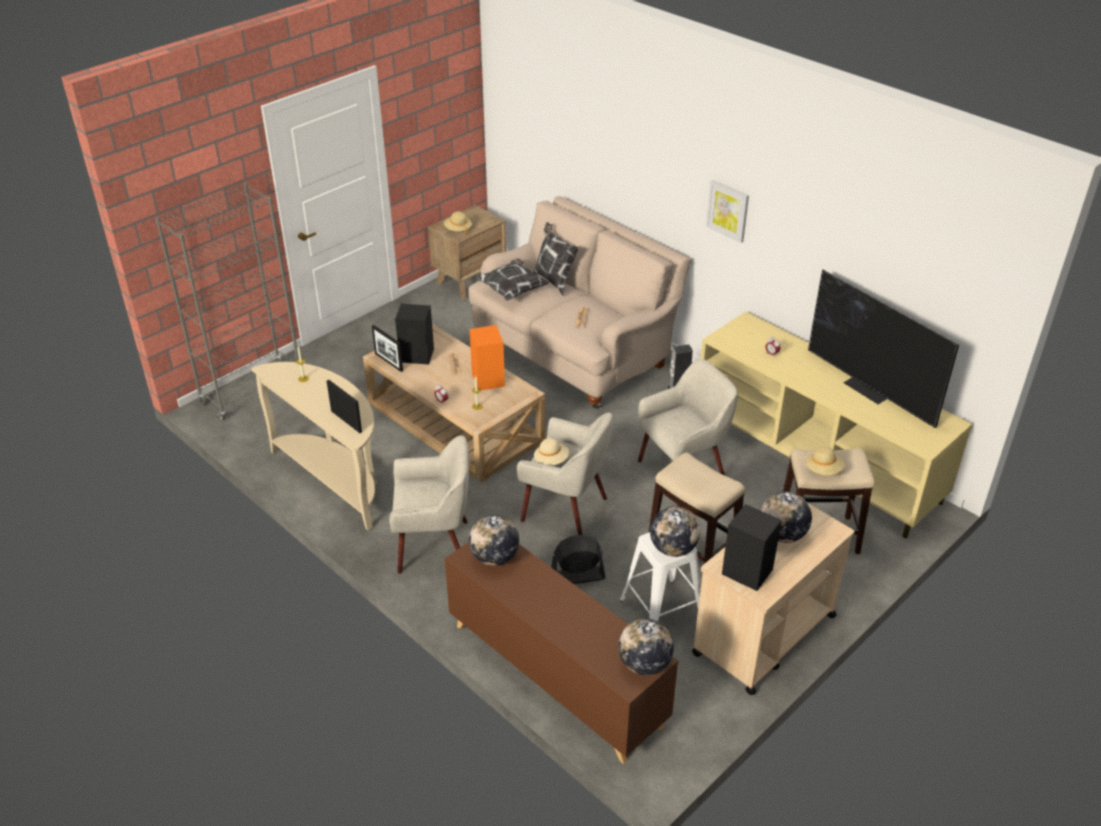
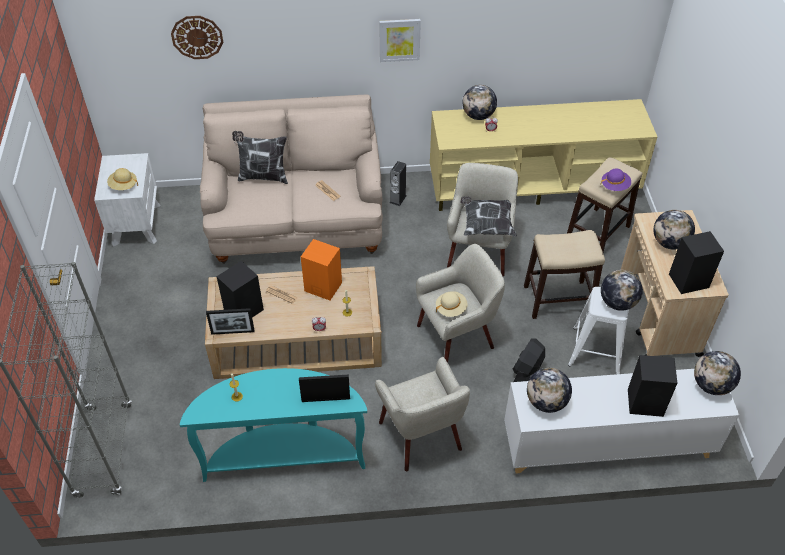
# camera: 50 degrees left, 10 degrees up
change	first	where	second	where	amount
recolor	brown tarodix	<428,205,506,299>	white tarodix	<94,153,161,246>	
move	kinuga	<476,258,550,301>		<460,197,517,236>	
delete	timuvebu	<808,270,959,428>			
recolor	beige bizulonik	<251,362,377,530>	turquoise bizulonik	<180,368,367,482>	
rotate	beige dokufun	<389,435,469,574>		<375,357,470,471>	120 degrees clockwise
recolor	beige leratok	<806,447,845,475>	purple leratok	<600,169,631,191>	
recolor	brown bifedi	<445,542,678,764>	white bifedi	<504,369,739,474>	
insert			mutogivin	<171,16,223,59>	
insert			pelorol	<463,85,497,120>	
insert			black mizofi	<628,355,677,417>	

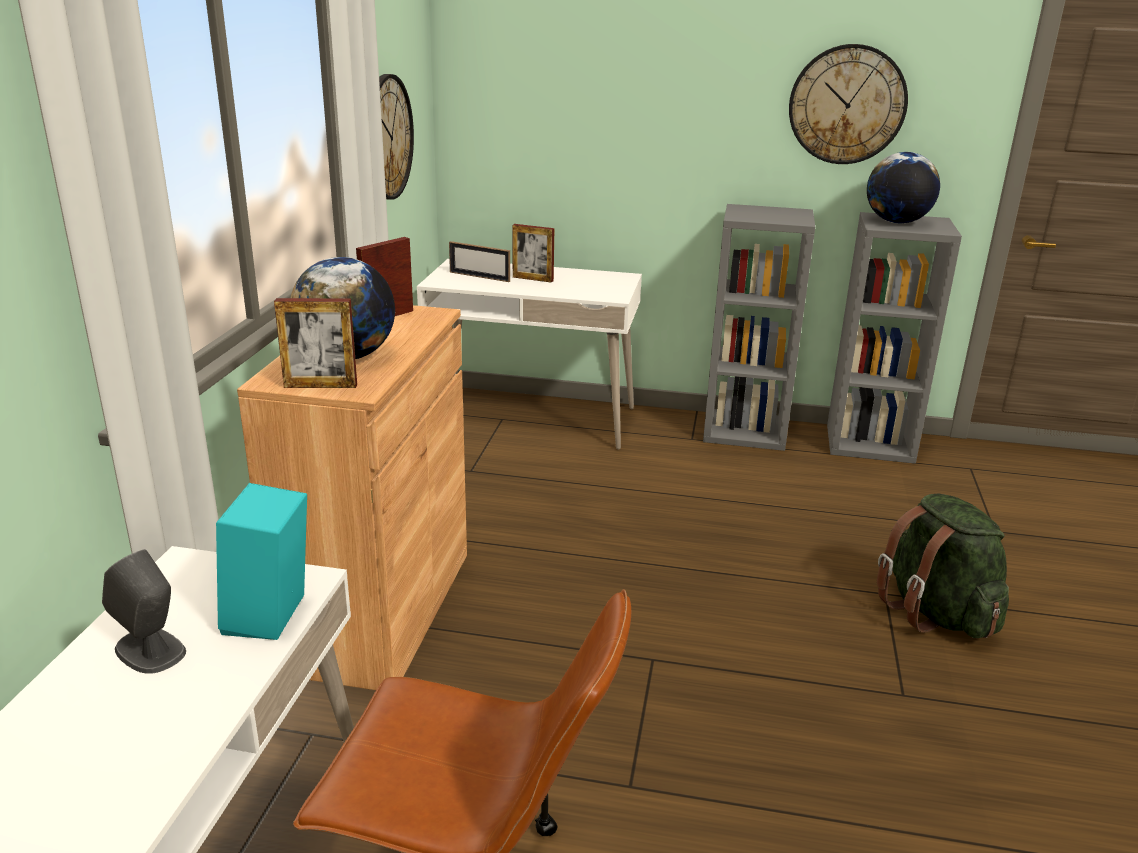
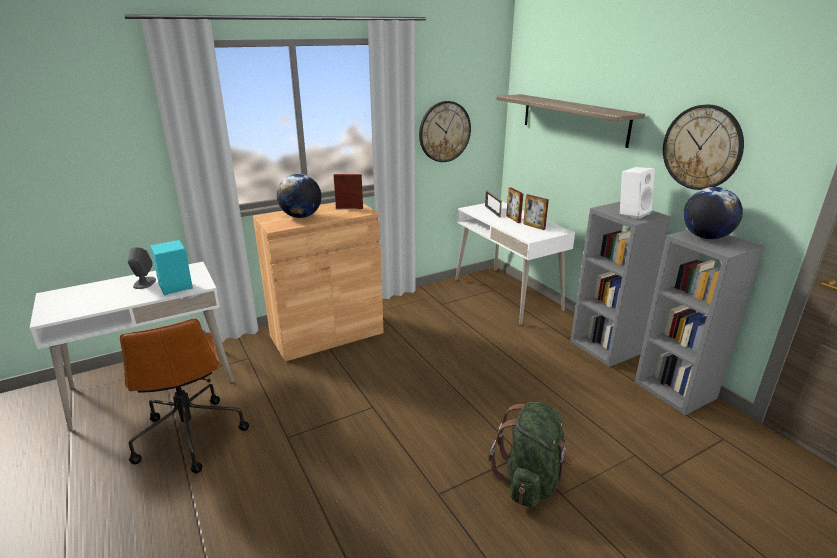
# camera: 50 degrees right, 0 degrees up
change	first	where	second	where	amount
move	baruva	<274,298,357,388>		<523,194,549,230>	
insert			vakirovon	<496,94,645,148>	
insert			white mizofi	<620,167,655,219>	

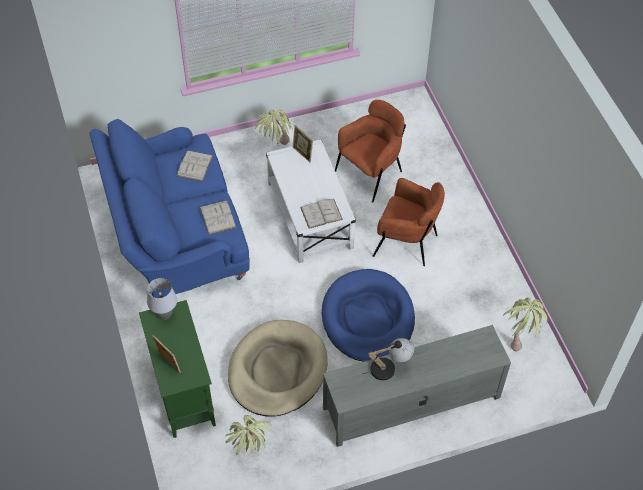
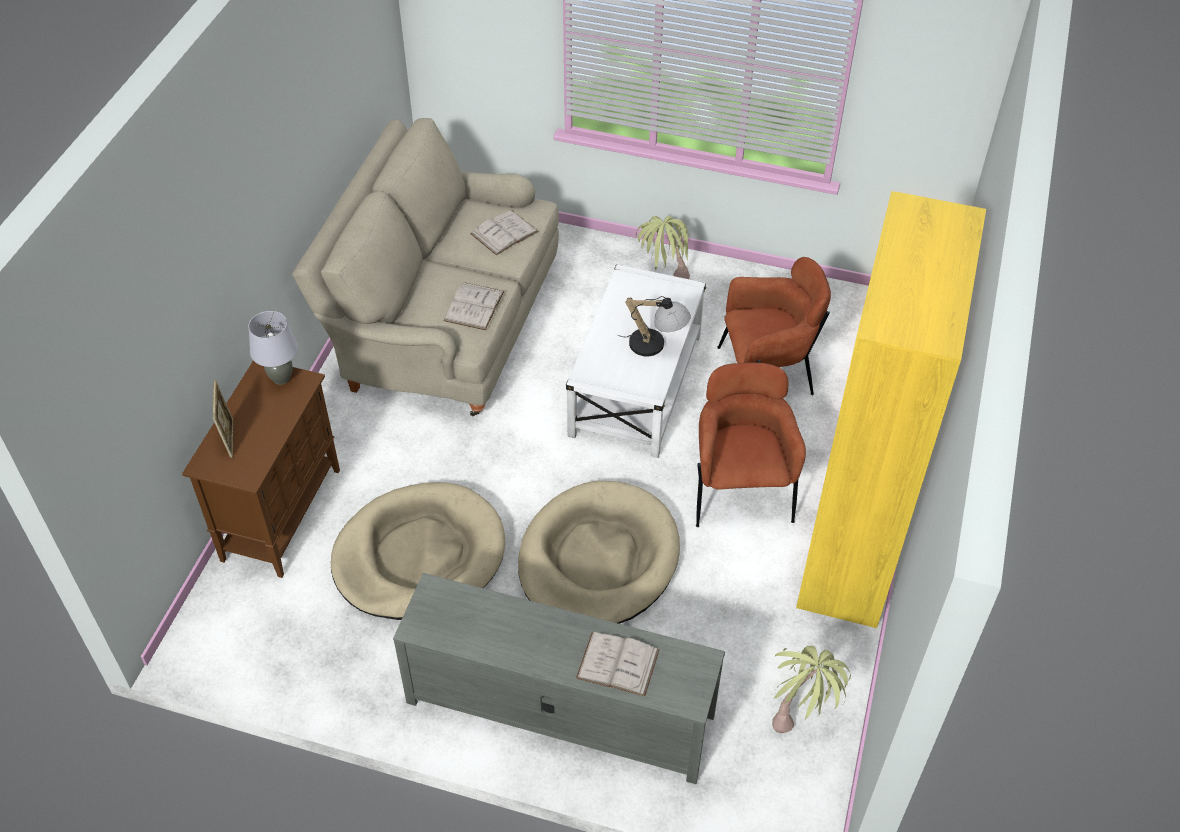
# camera: 35 degrees right, 5 degrees down
change	first	where	second	where	amount
recolor	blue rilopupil	<89,119,250,298>	beige rilopupil	<292,118,559,416>	
delete	baruva	<293,125,313,163>			
rotate	brown dokufun	<373,178,445,266>		<696,363,806,527>	150 degrees counterclockwise
move	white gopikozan	<300,199,343,229>		<576,632,660,697>	
recolor	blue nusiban	<322,269,415,362>	beige nusiban	<518,481,680,624>	
recolor	green bifedi	<139,300,216,438>	brown bifedi	<182,361,340,578>	
move	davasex	<363,338,414,381>		<617,296,691,356>	
delete	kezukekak	<226,415,271,455>			
insert			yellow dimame	<796,191,986,628>	

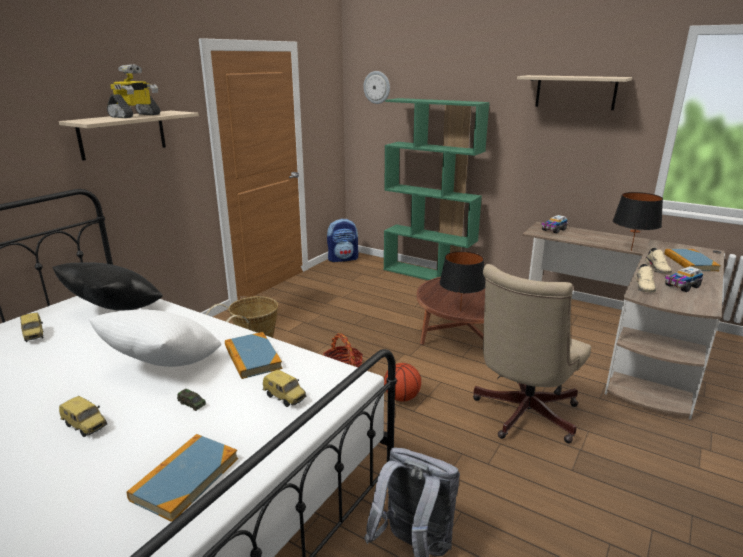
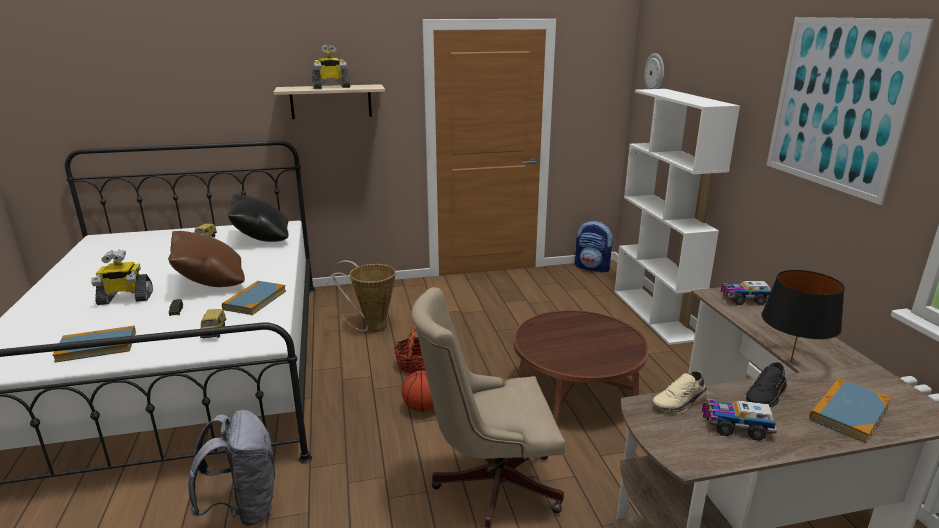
# camera: 45 degrees right, 0 degrees up
change	first	where	second	where	amount
replace	vakirovon	<517,75,632,110>	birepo	<767,17,934,205>	
recolor	green dimame	<384,98,490,280>	white dimame	<615,89,740,345>	
recolor	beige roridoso	<645,248,672,273>	black roridoso	<746,362,787,407>	
delete	black davasex	<439,251,485,311>			
recolor	white kinuga	<88,309,221,367>	brown kinuga	<168,231,245,287>	
replace	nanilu	<59,396,107,437>	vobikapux	<91,249,153,305>	

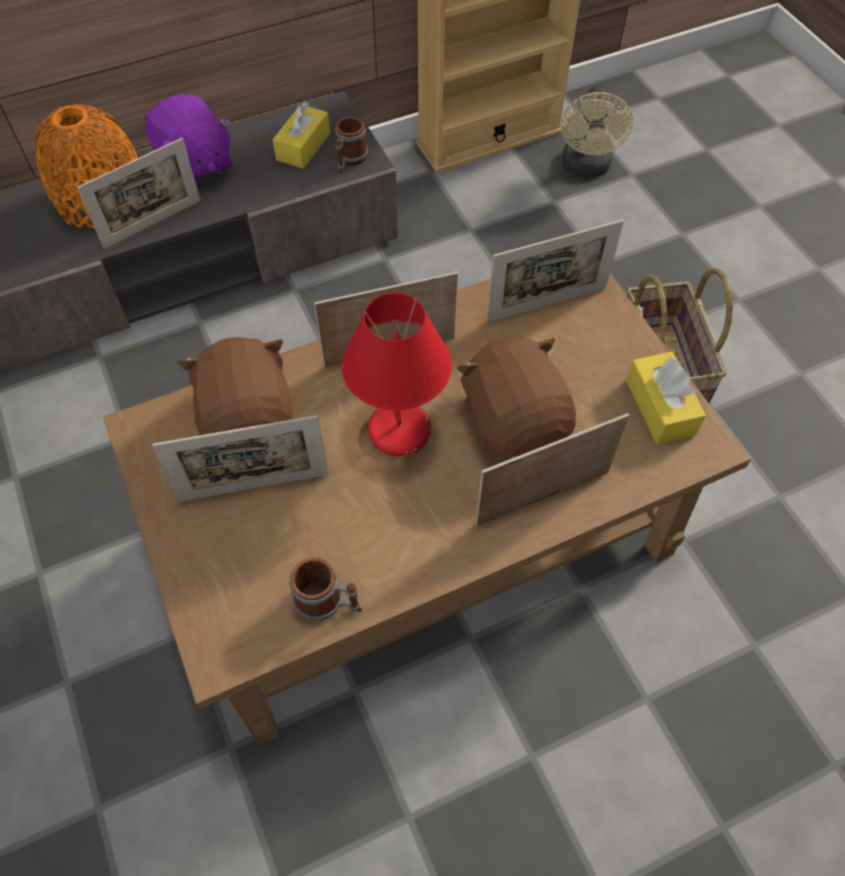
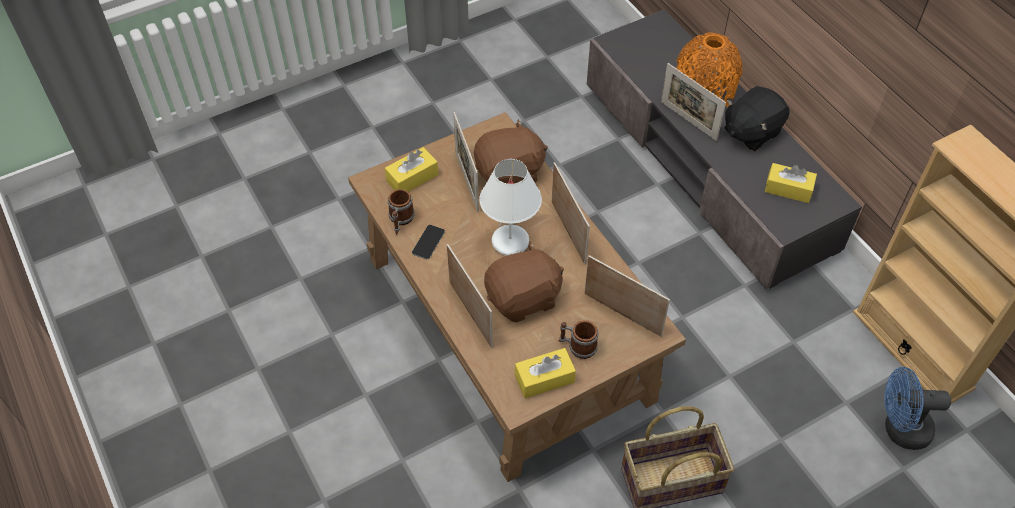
# camera: 85 degrees right, 5 degrees down
change	first	where	second	where	amount
recolor	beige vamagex	<561,86,633,177>	blue vamagex	<884,367,951,450>	
recolor	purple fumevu	<145,95,233,183>	black fumevu	<725,86,790,151>	
move	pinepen	<335,117,368,174>		<559,320,599,359>	
rotate	baruva	<487,220,624,322>		<584,255,670,337>	150 degrees clockwise
recolor	red davasex	<341,293,452,456>	white davasex	<479,159,542,256>	
insert			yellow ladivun	<385,147,439,192>	
insert			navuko	<412,225,445,259>	

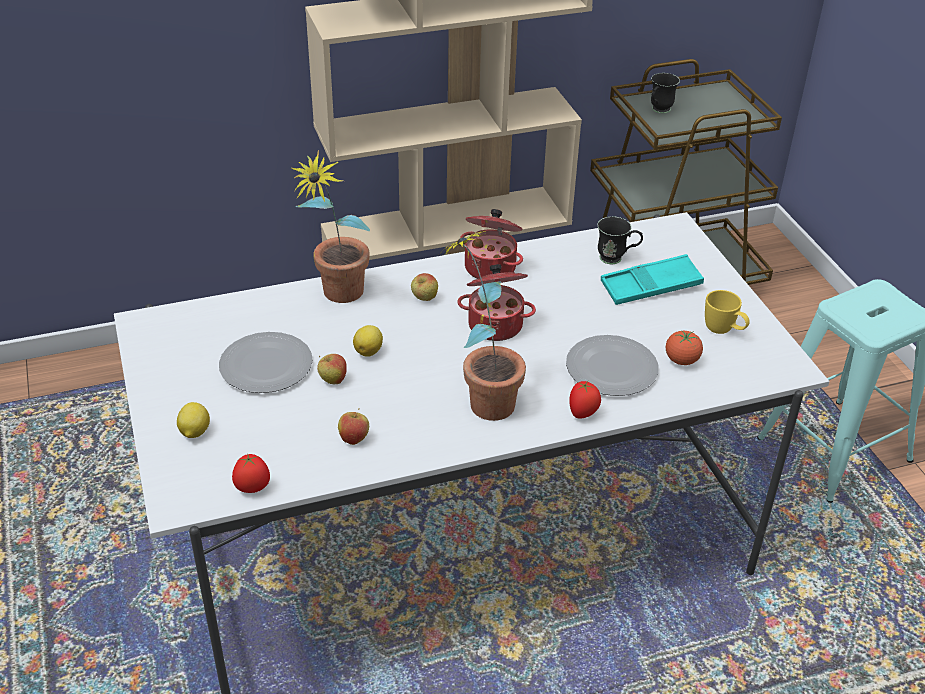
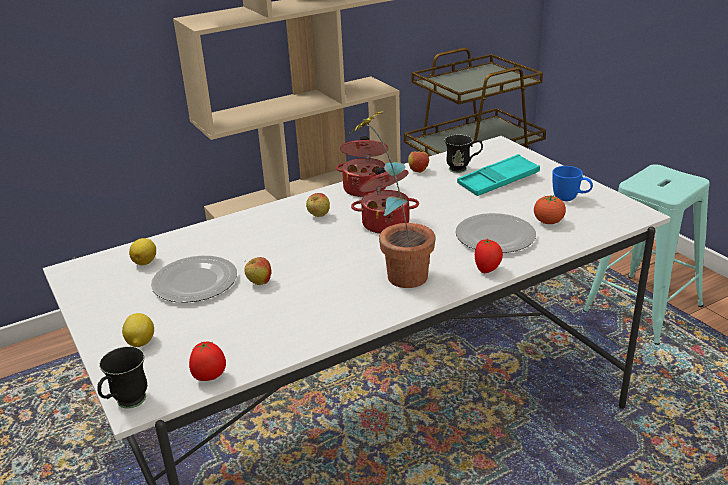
# camera: 10 degrees left, 10 degrees down
change	first	where	second	where	amount
move	black pinepen	<651,73,680,114>		<97,346,147,408>	
delete	kezukekak	<291,150,370,303>			
recolor	yellow pinepen	<705,290,750,334>	blue pinepen	<552,166,593,201>	
move	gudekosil	<353,325,383,357>		<129,238,156,265>	
move	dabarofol	<338,408,369,445>		<408,148,429,173>	

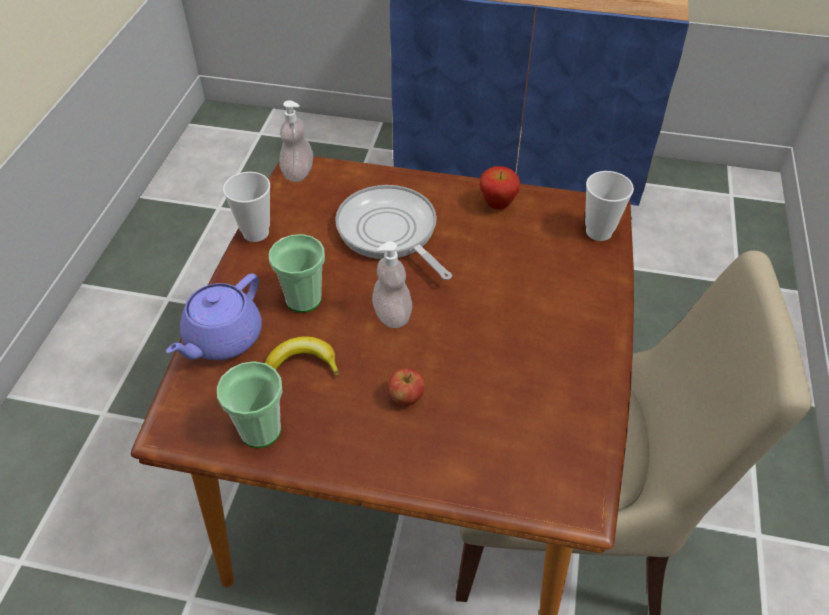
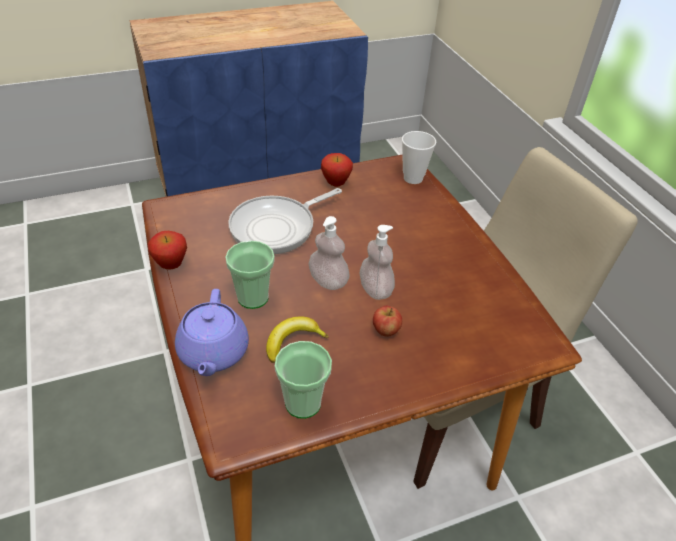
# camera: 35 degrees left, 5 degrees down
change	first	where	second	where	amount
move	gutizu	<279,100,313,182>		<360,225,395,300>	
replace	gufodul	<223,172,270,242>	dabarofol	<148,231,187,270>	
rotate	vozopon	<335,185,452,280>		<228,188,342,254>	60 degrees counterclockwise

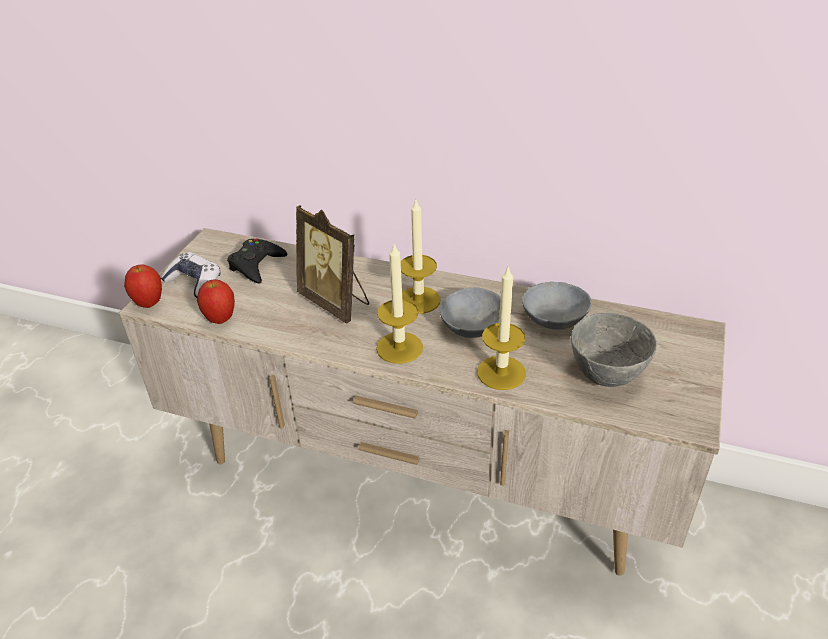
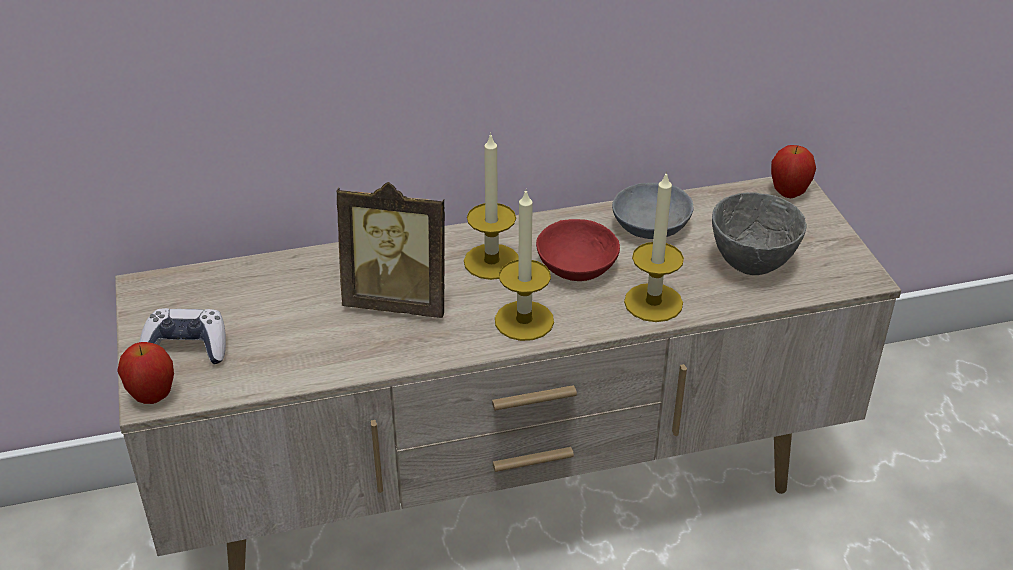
# camera: 35 degrees left, 0 degrees up
change	first	where	second	where	amount
delete	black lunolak	<227,238,287,284>			
move	dabarofol	<197,279,235,324>		<771,145,816,198>	
recolor	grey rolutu	<440,287,501,338>	red rolutu	<536,219,620,281>	

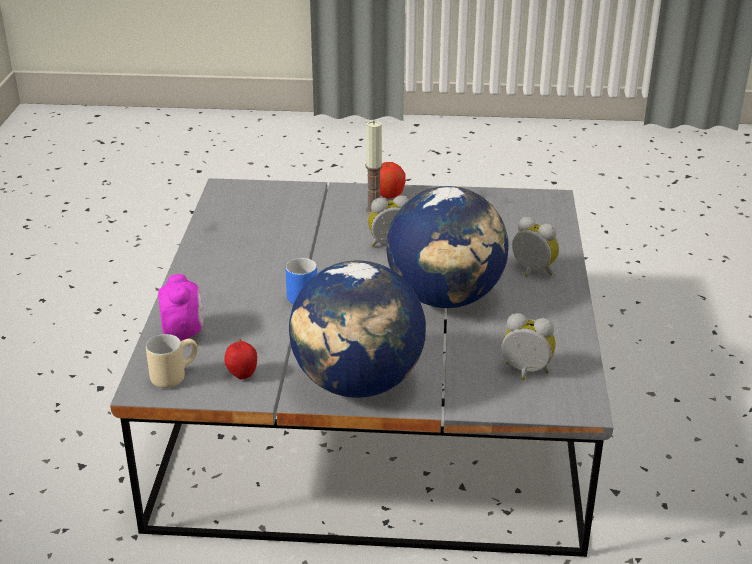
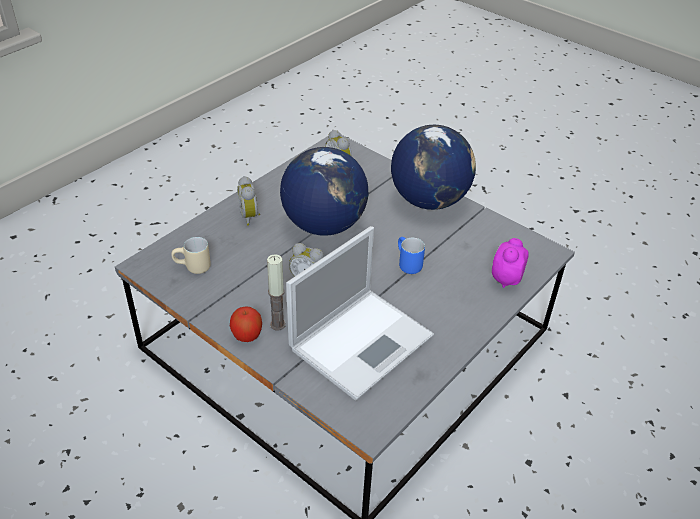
# camera: 145 degrees left, 10 degrees up
change	first	where	second	where	amount
move	beige pinepen	<146,334,198,388>		<171,237,211,274>	
delete	dabarofol	<224,339,257,380>			
insert			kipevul	<286,226,434,401>	

